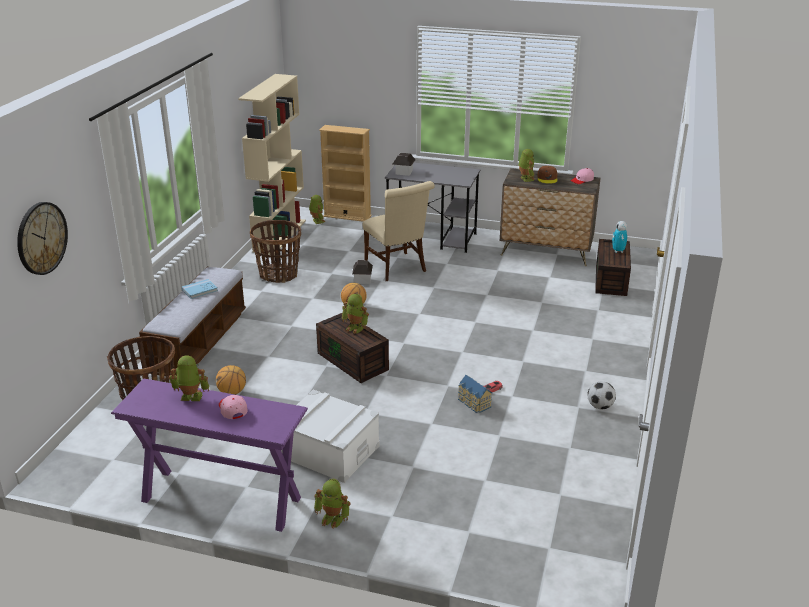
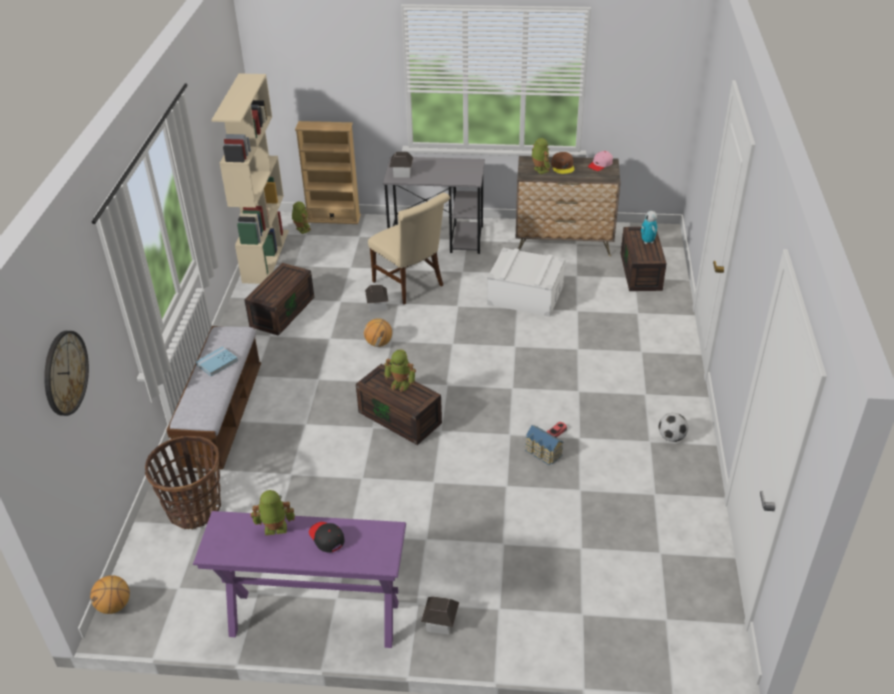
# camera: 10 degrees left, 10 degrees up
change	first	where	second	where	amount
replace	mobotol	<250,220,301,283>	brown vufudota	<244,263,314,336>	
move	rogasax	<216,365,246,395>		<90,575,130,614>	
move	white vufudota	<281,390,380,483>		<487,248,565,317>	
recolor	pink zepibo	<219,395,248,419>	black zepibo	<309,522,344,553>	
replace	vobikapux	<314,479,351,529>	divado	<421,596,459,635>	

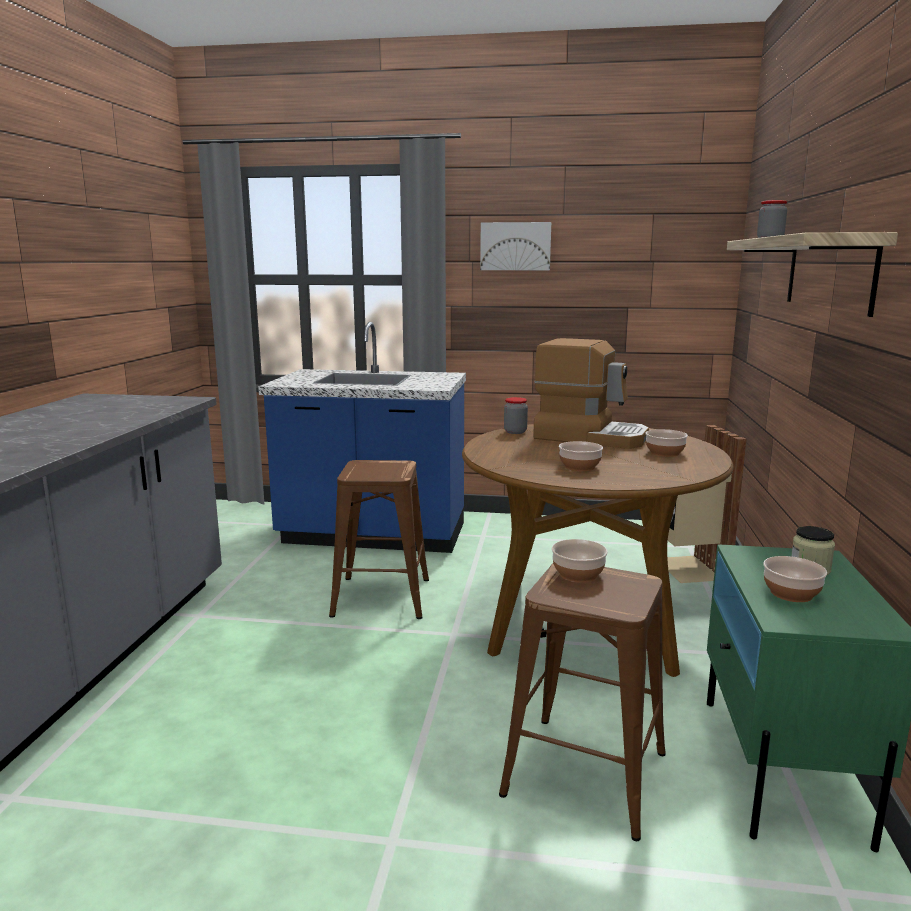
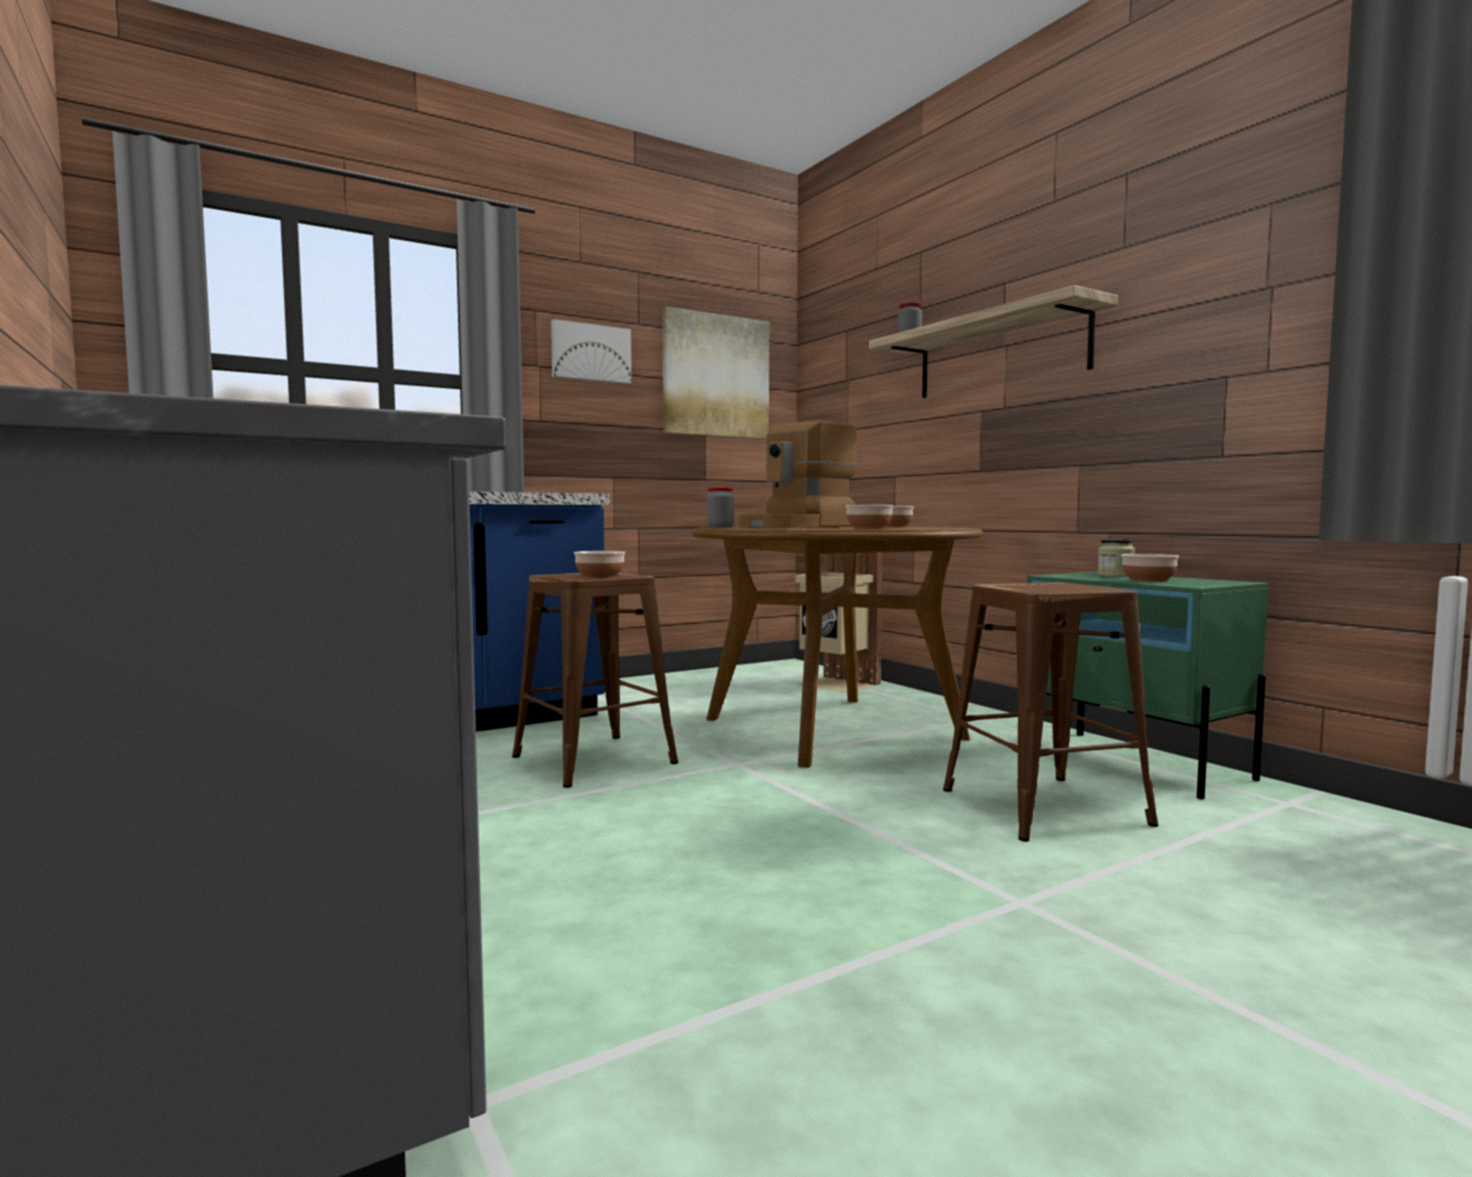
# camera: 40 degrees left, 10 degrees down
change	first	where	second	where	amount
rotate	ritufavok	<533,338,649,449>		<739,420,857,528>	150 degrees clockwise
move	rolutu	<552,539,608,582>		<574,551,625,578>	
insert			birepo	<662,306,769,439>	

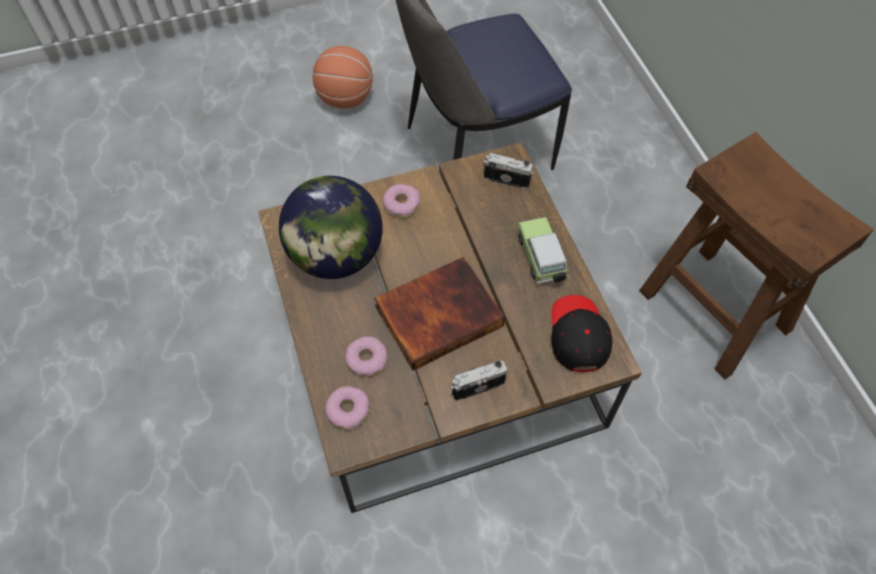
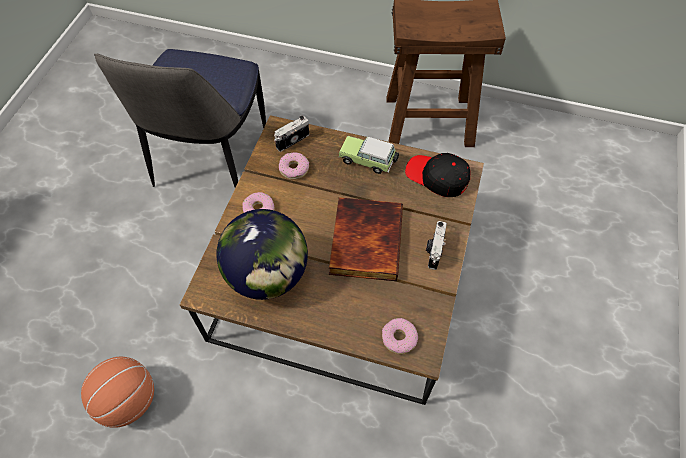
# camera: 55 degrees left, 0 degrees up
change	first	where	second	where	amount
move	rogasax	<313,46,373,109>		<81,357,154,428>	
move	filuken	<345,336,387,377>		<279,152,309,180>	

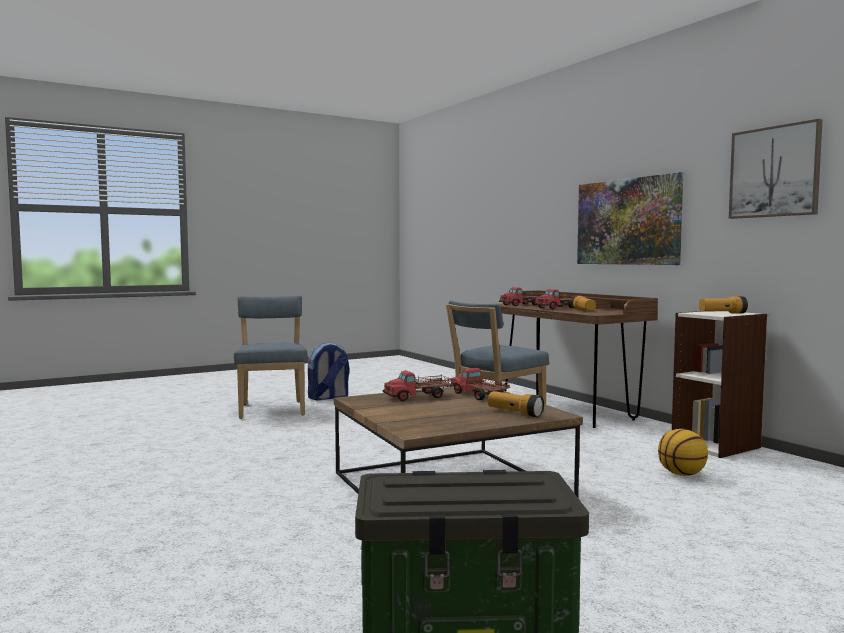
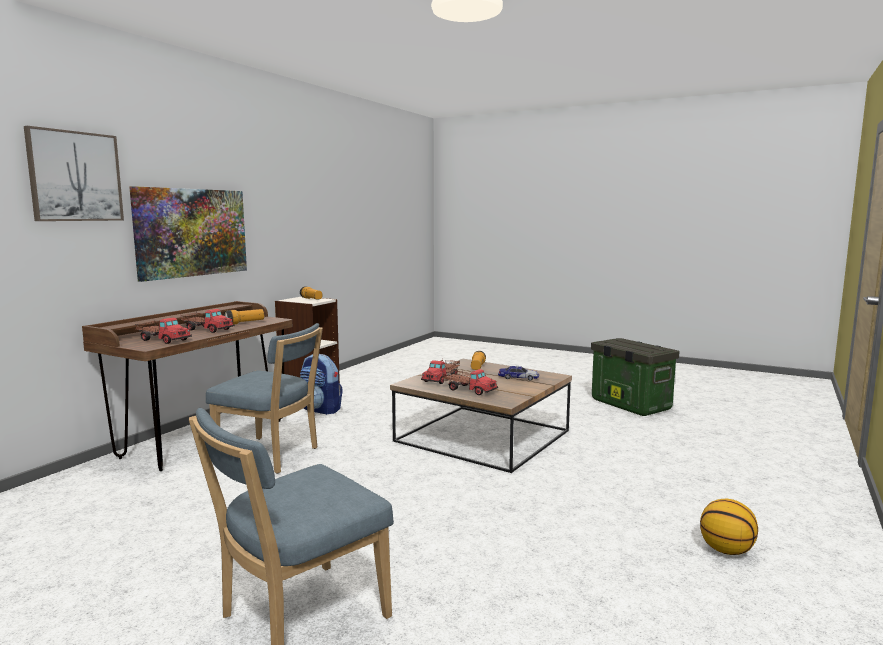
# camera: 120 degrees left, 5 degrees up
change	first	where	second	where	amount
move	birepo	<729,119,823,219>		<24,126,124,221>	
move	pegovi	<308,342,349,400>		<300,354,342,415>	
move	rogasax	<658,429,708,476>		<700,499,758,555>	
insert			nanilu	<498,366,539,380>	

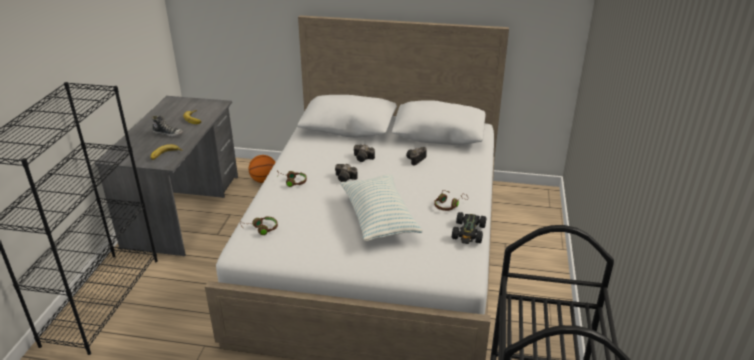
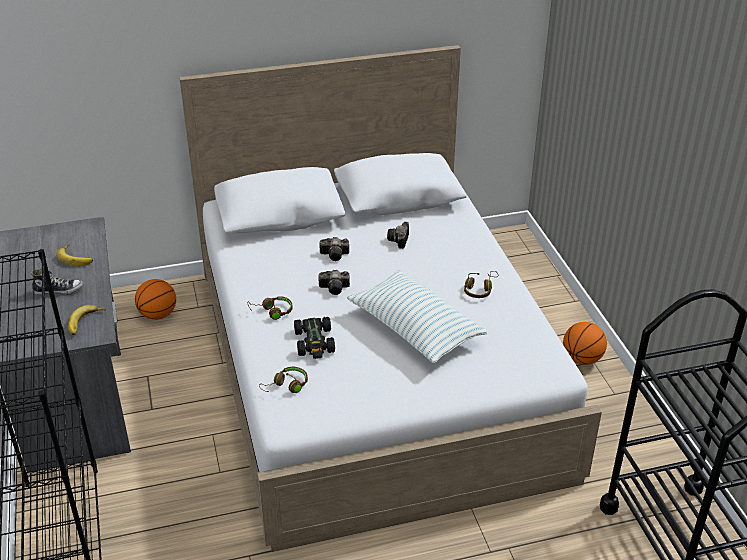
# camera: 25 degrees left, 5 degrees up
change	first	where	second	where	amount
move	black nanilu	<452,212,486,244>		<294,317,335,359>	
insert			rogasax	<563,322,607,365>	

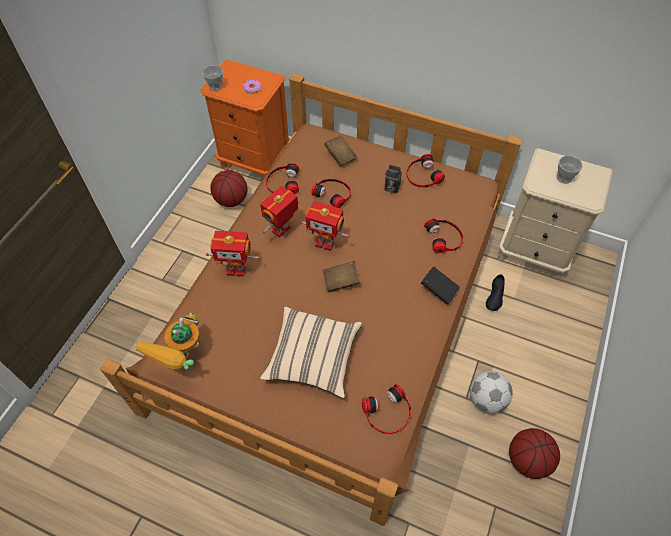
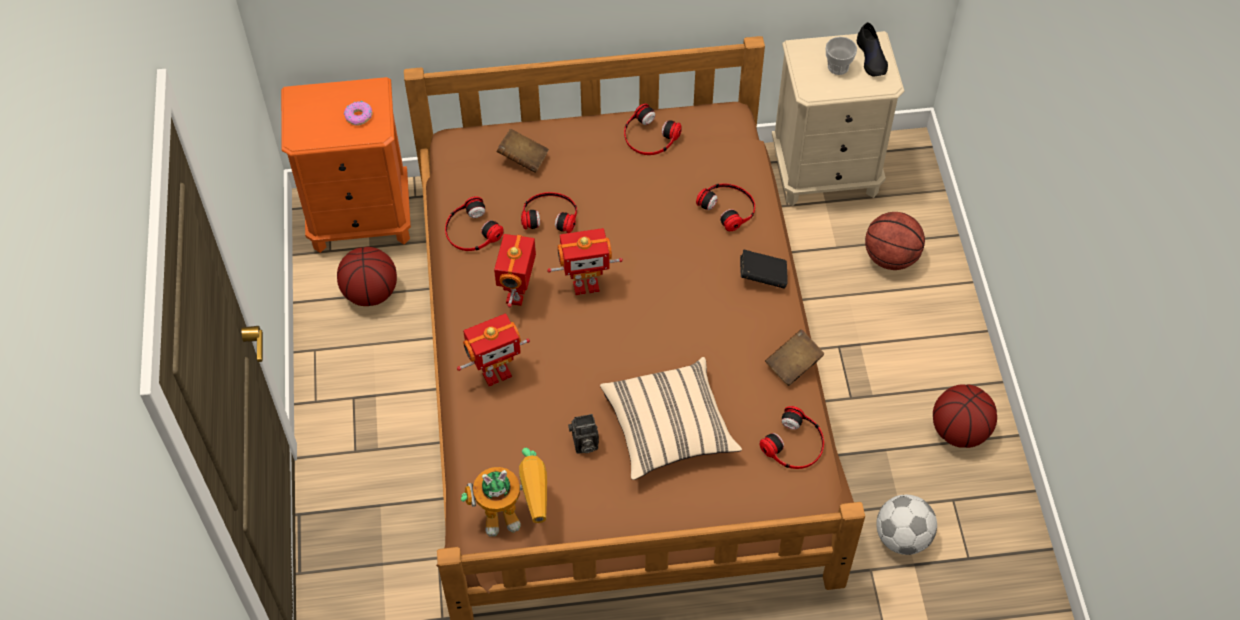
# camera: 30 degrees left, 0 degrees up
change	first	where	second	where	amount
delete	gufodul	<202,65,223,91>			
move	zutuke	<384,165,402,193>		<568,414,599,454>	
move	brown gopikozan	<323,261,360,292>		<765,329,825,386>	
move	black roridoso	<486,274,505,311>		<857,22,888,76>	
rotate	vobikapux	<136,313,200,370>		<461,448,547,536>	90 degrees counterclockwise
move	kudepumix	<470,371,513,413>		<876,495,937,555>	
insert			rogasax	<865,212,925,270>	

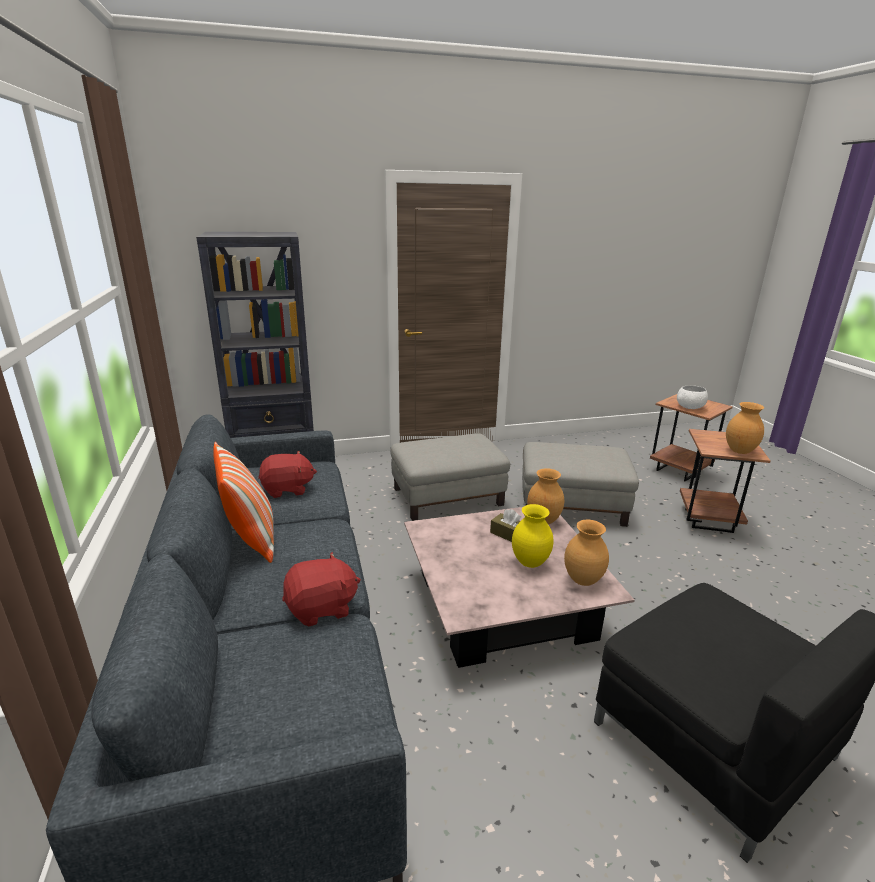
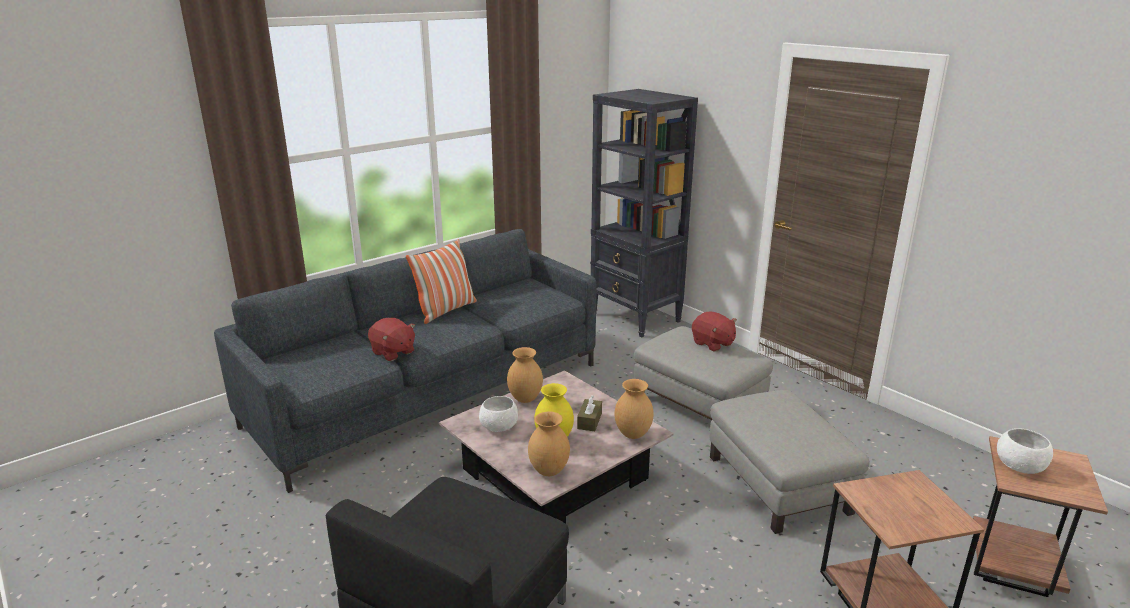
# camera: 65 degrees right, 0 degrees up
change	first	where	second	where	amount
move	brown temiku	<726,402,764,454>		<507,347,543,403>	
move	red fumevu	<258,451,317,498>		<692,311,737,352>	
insert			white rolutu	<479,396,518,432>	

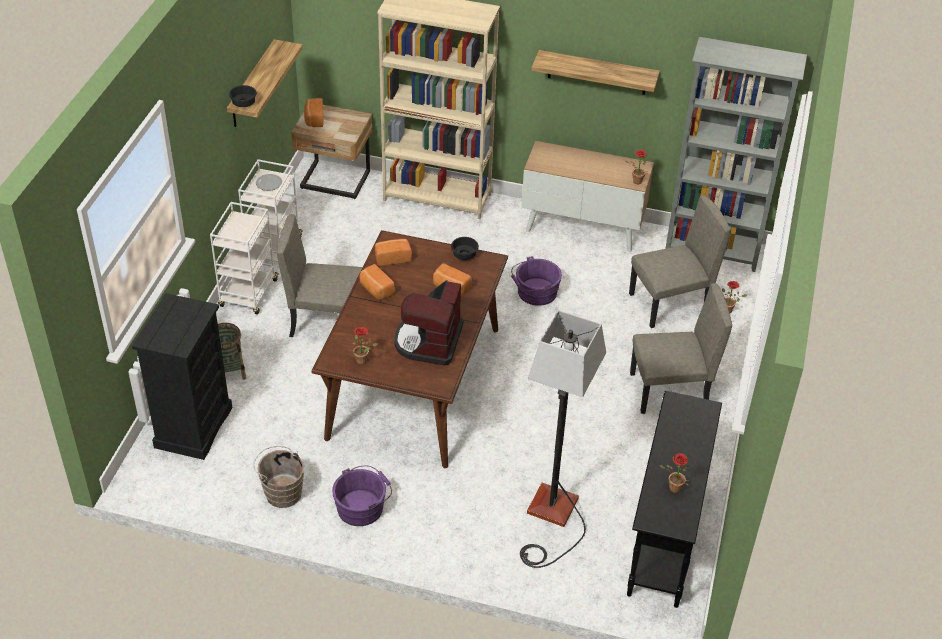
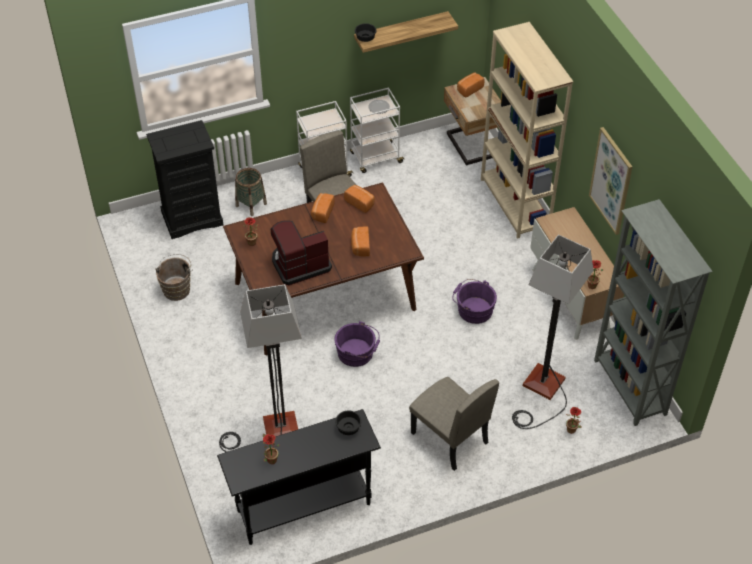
# camera: 55 degrees right, 5 degrees up
change	first	where	second	where	amount
replace	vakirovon	<532,50,660,95>	birepo	<589,127,632,235>	
replace	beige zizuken	<629,195,731,328>	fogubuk	<512,234,594,429>	
move	black rolutu	<451,237,479,260>		<335,410,362,435>	
move	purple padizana	<332,466,392,526>		<334,321,380,367>	

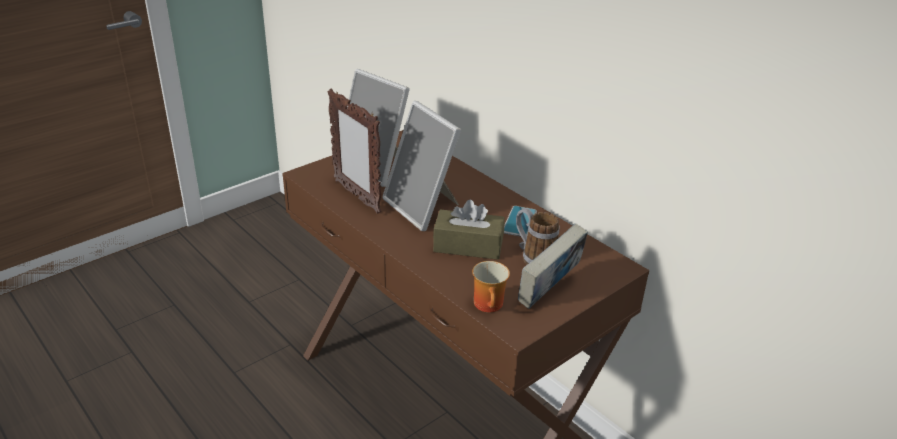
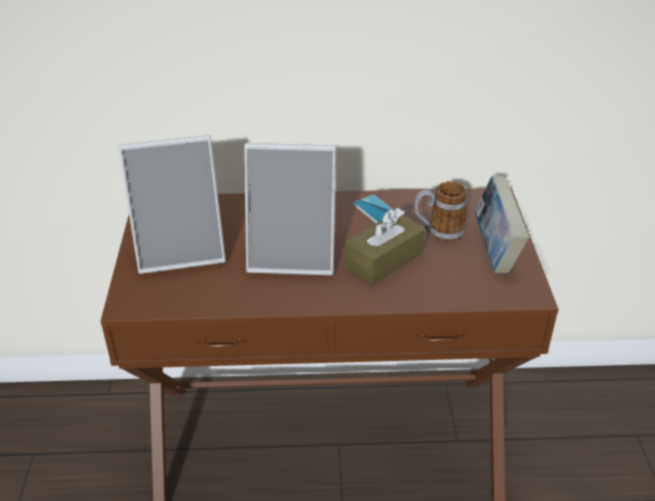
# camera: 50 degrees left, 5 degrees up
change	first	where	second	where	amount
delete	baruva	<327,88,382,214>			
delete	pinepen	<472,261,510,312>			

